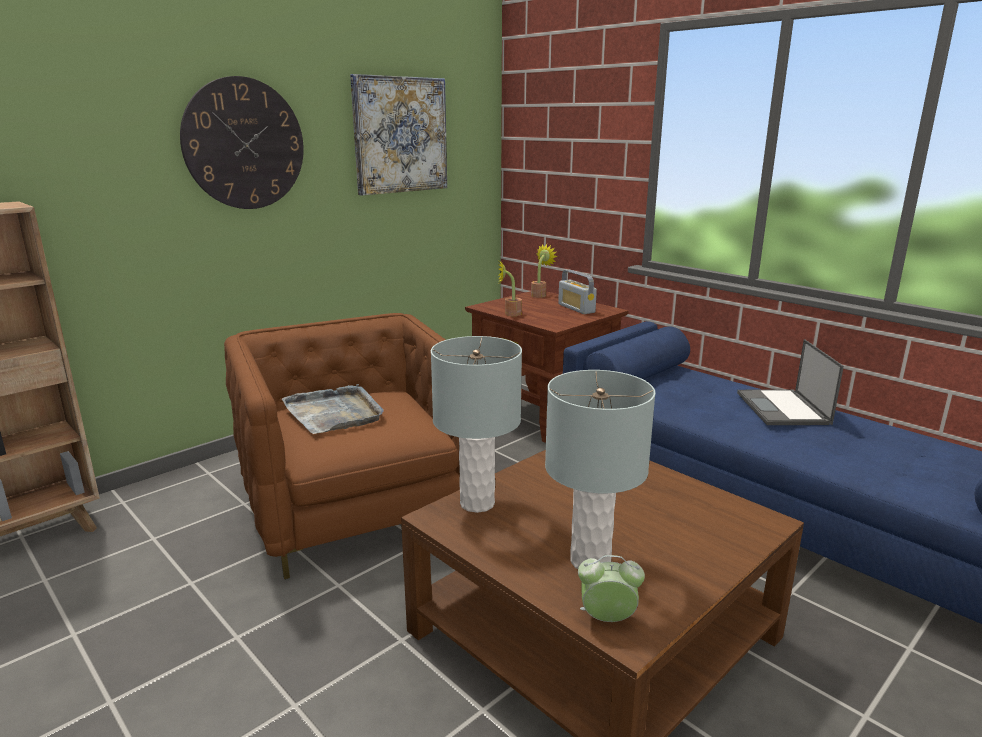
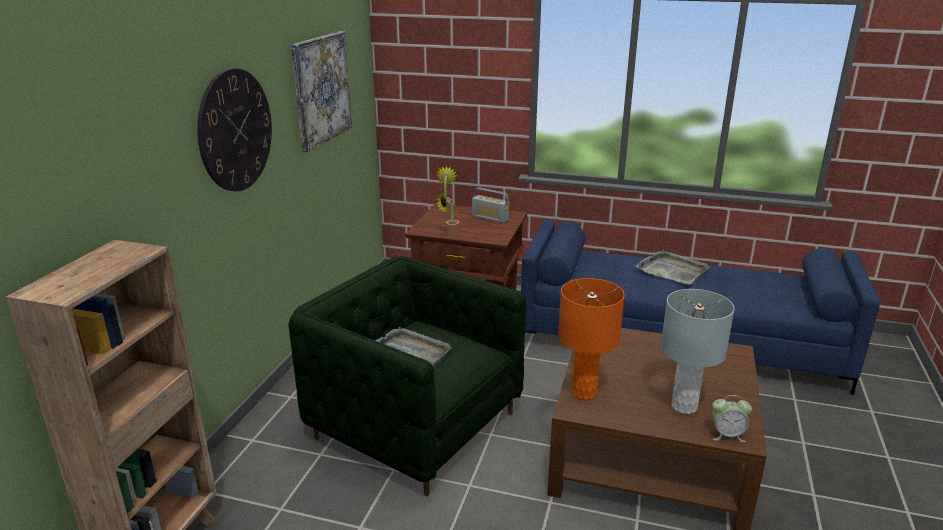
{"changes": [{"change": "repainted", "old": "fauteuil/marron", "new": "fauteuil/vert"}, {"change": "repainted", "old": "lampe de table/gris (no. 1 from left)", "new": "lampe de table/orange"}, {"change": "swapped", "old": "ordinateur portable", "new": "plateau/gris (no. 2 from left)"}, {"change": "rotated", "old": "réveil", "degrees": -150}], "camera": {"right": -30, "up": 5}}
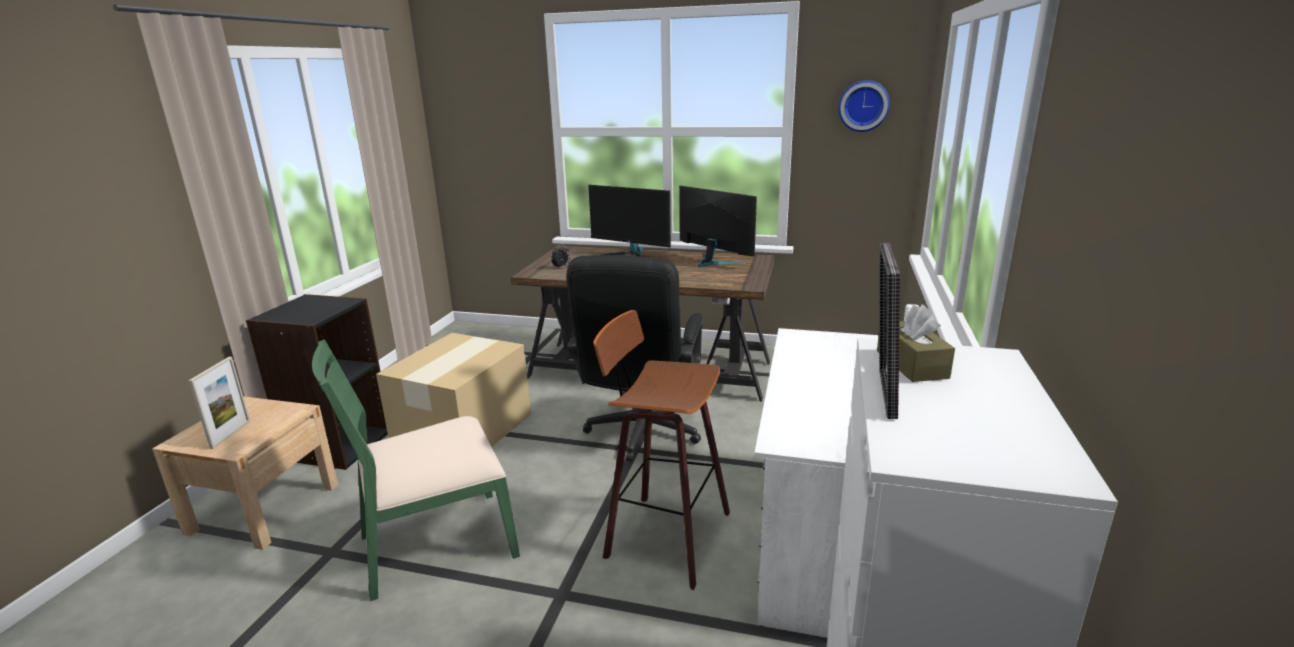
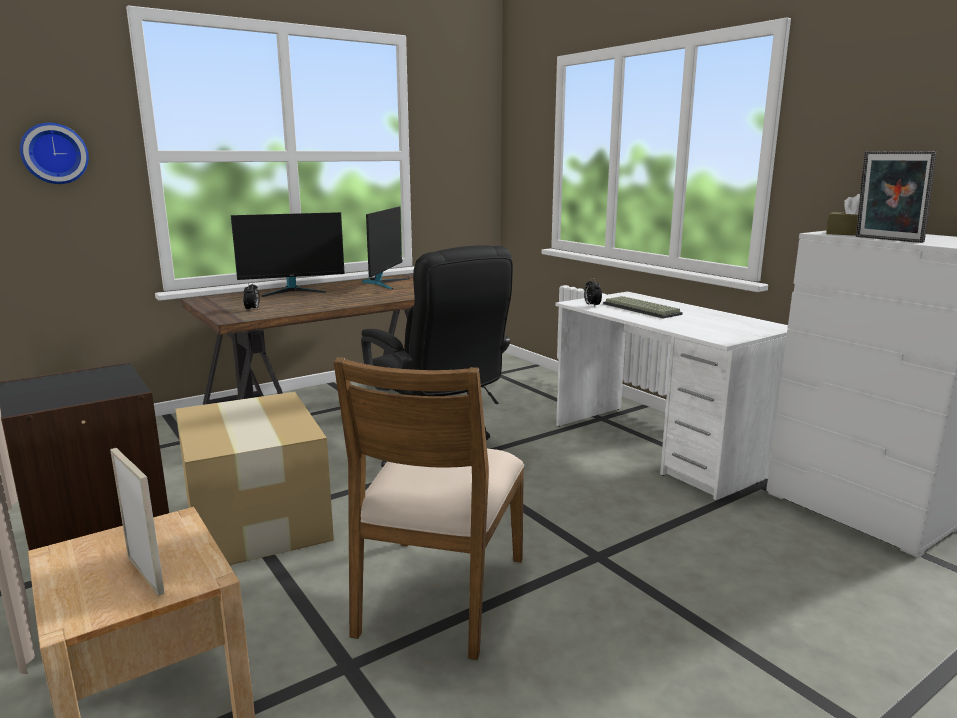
{"changes": [{"change": "shifted", "old": "horloge murale"}, {"change": "rotated", "old": "écran d'ordinateur (no. 2 from left)", "degrees": 105}, {"change": "gone", "old": "tabouret"}, {"change": "repainted", "old": "chaise/vert", "new": "chaise/marron"}, {"change": "new", "new": "réveil (no. 2 from left)"}, {"change": "new", "new": "clavier"}], "camera": {"right": -50, "up": -5}}
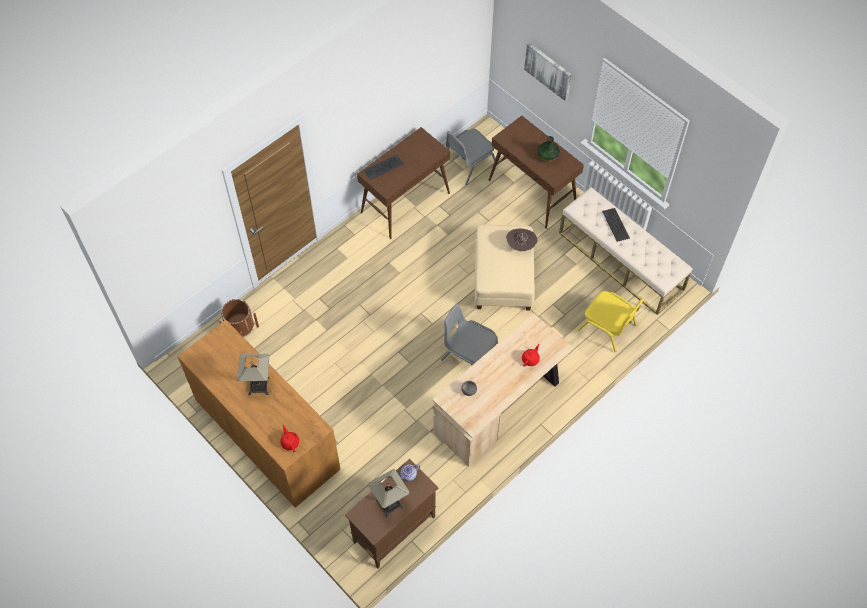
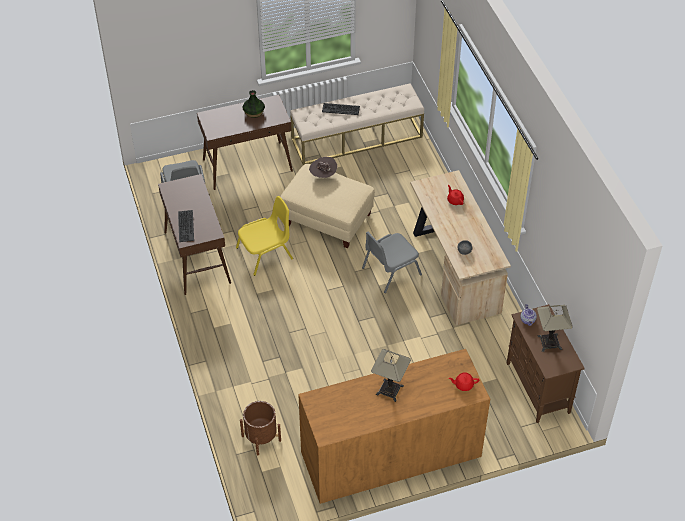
{"changes": [{"change": "gone", "old": "tableau"}, {"change": "shifted", "old": "chaise/jaune"}], "camera": {"right": -65, "up": -10}}
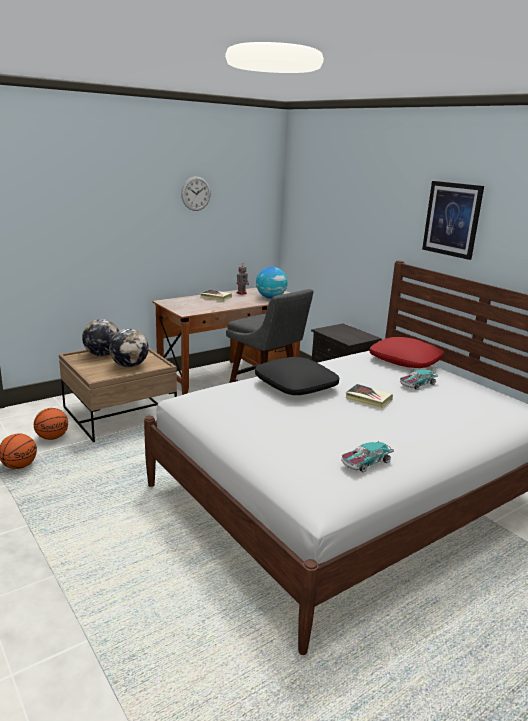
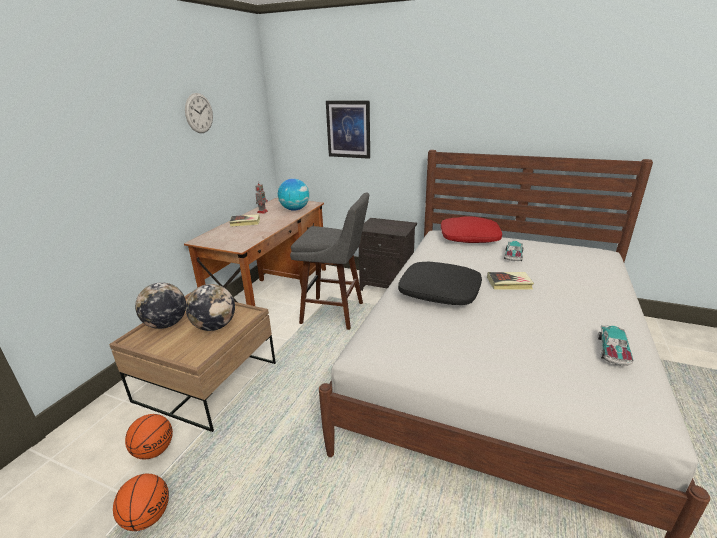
{"changes": [{"change": "shifted", "old": "tableau"}], "camera": {"right": -30, "up": 5}}
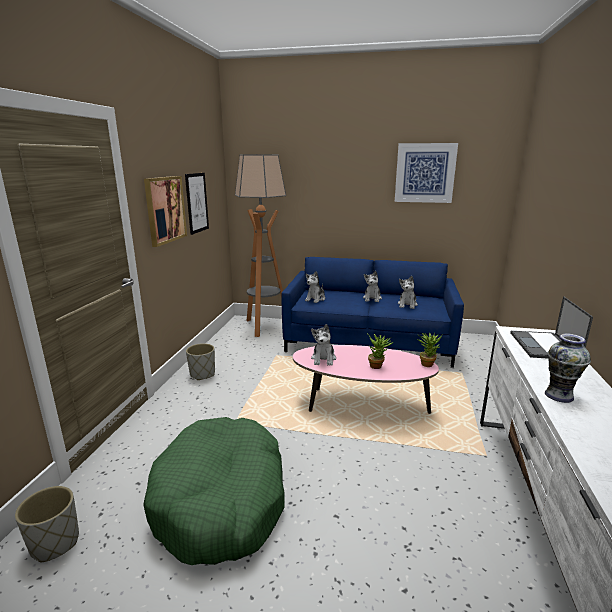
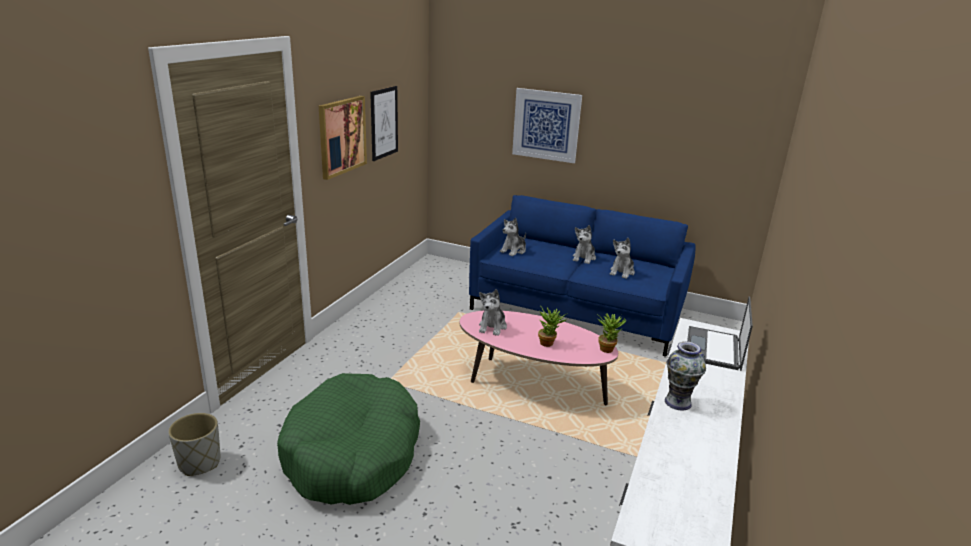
{"changes": [{"change": "shifted", "old": "tableau (no. 3 from left)"}, {"change": "gone", "old": "lampadaire"}, {"change": "gone", "old": "cache-pot/gris (no. 2 from left)"}], "camera": {"right": 10, "up": 5}}
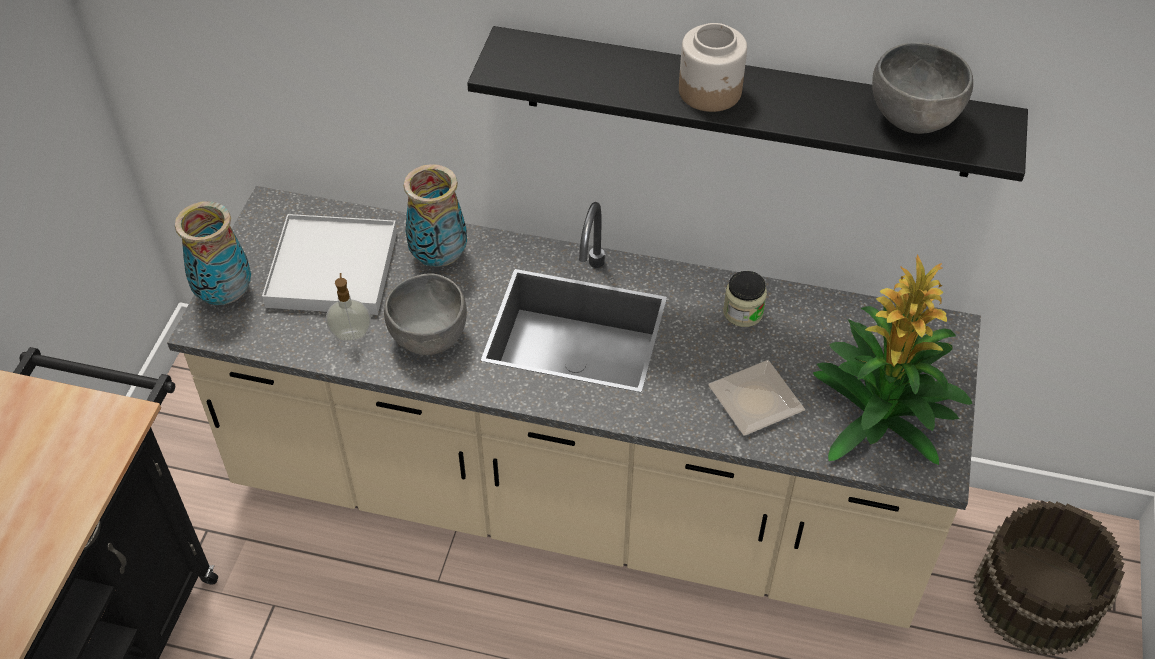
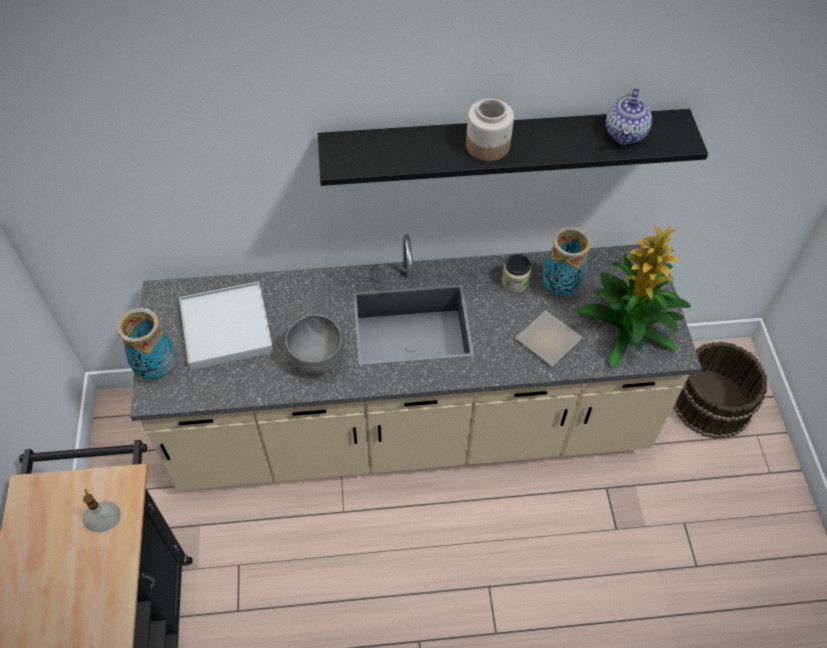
{"changes": [{"change": "swapped", "old": "bol/gris (no. 2 from left)", "new": "théière"}, {"change": "shifted", "old": "vase (no. 2 from left)"}, {"change": "shifted", "old": "distributeur de savon"}], "camera": {"right": -20, "up": 5}}
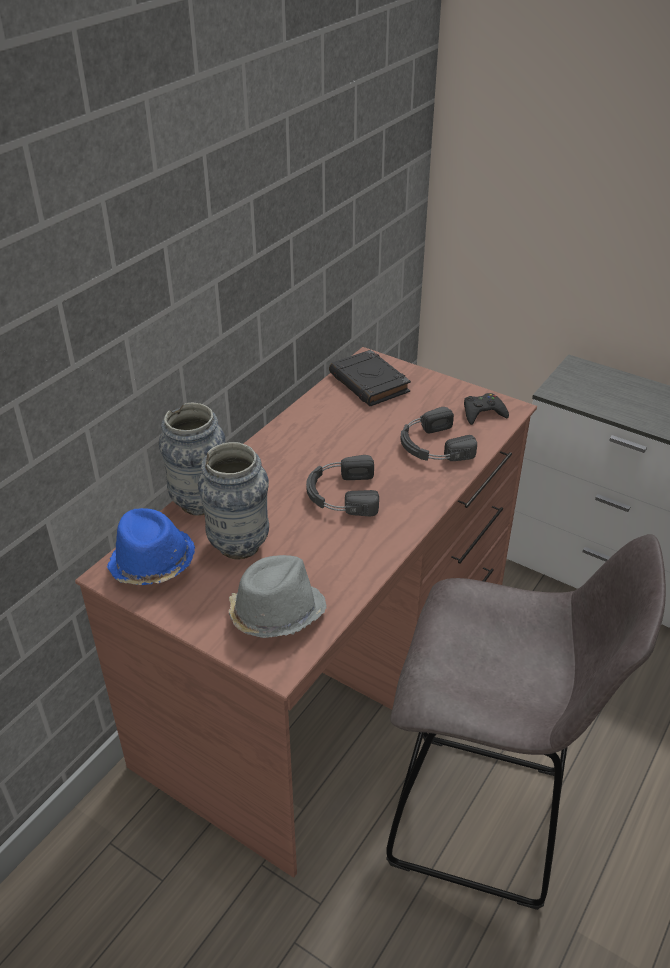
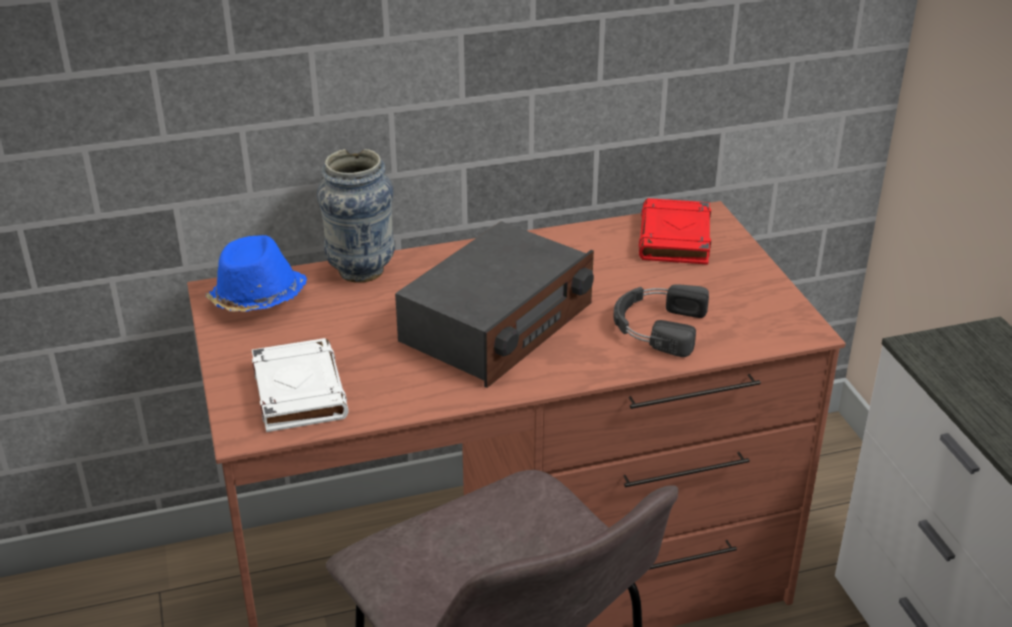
{"changes": [{"change": "repainted", "old": "livre/noir", "new": "livre/rouge"}, {"change": "gone", "old": "manette/noir"}, {"change": "gone", "old": "vase (no. 2 from left)"}, {"change": "swapped", "old": "casque audio/noir (no. 1 from left)", "new": "radio"}, {"change": "swapped", "old": "chapeau/gris", "new": "livre/blanc"}], "camera": {"right": 40, "up": -5}}
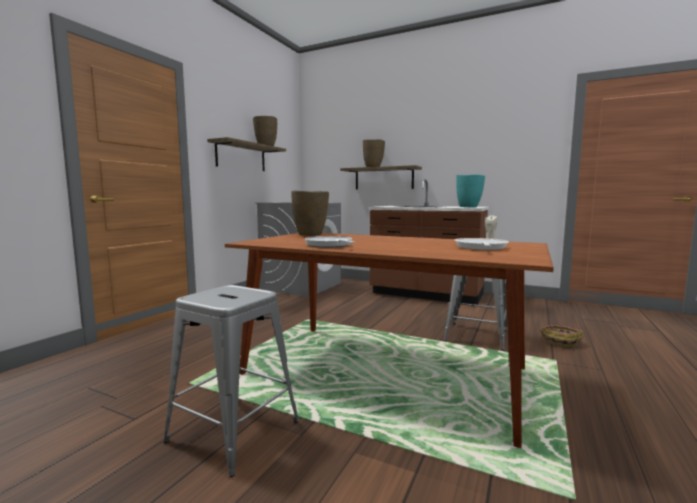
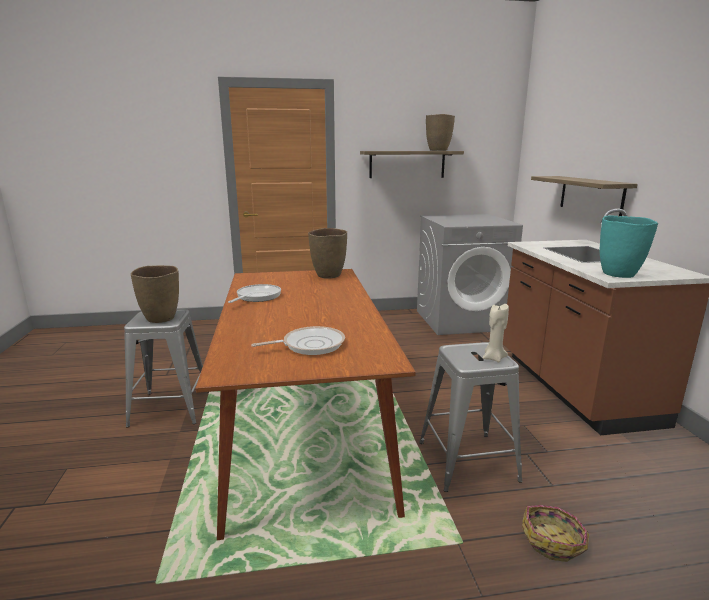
{"changes": [{"change": "shifted", "old": "vase/marron (no. 3 from left in the first image)", "new": "vase/marron (no. 1 from left)"}], "camera": {"right": 55, "up": 10}}
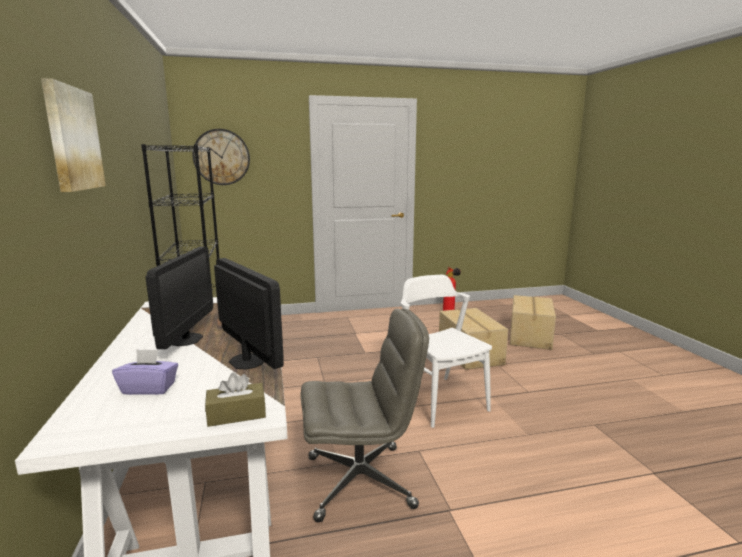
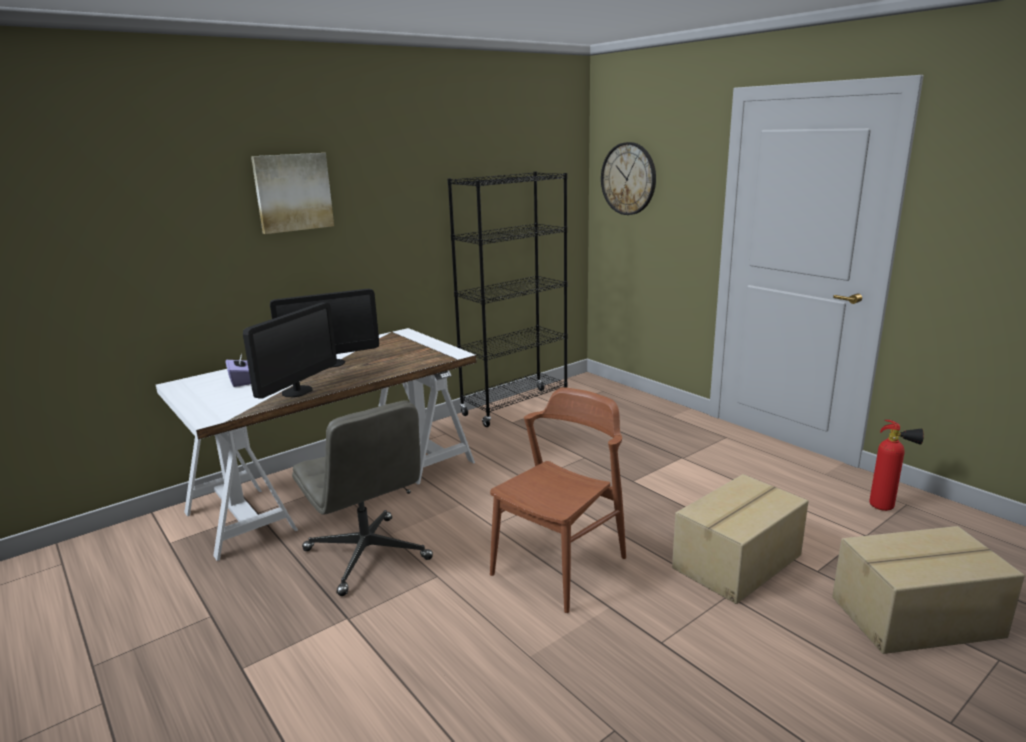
{"changes": [{"change": "repainted", "old": "chaise/blanc", "new": "chaise/marron"}, {"change": "gone", "old": "boîte à mouchoirs/marron"}], "camera": {"right": 65, "up": 5}}
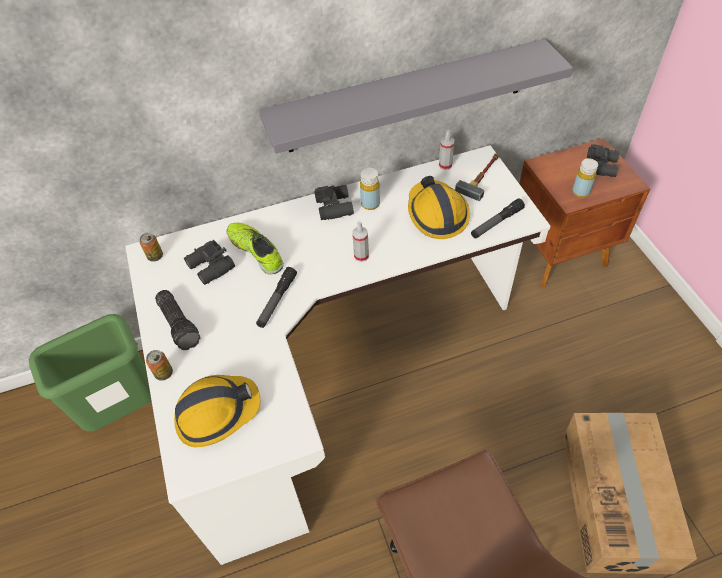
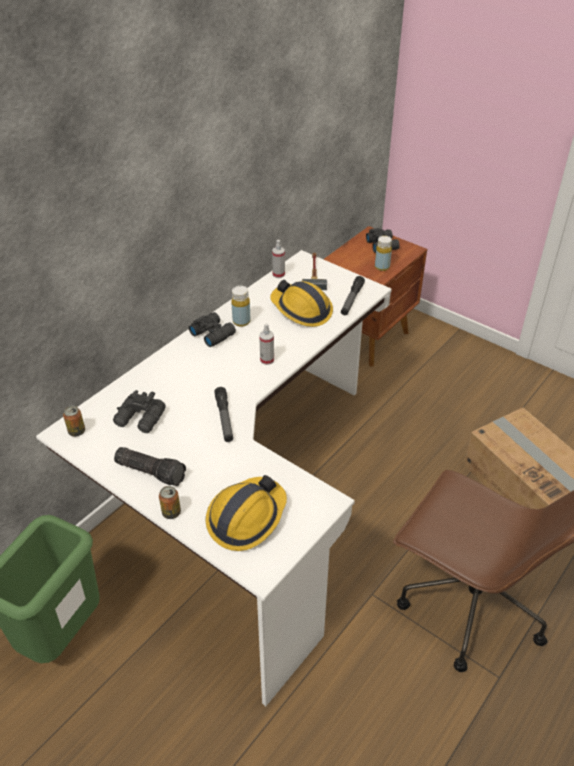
{"changes": [{"change": "gone", "old": "étagère/gris"}, {"change": "gone", "old": "chaussure"}], "camera": {"right": -35, "up": -10}}
